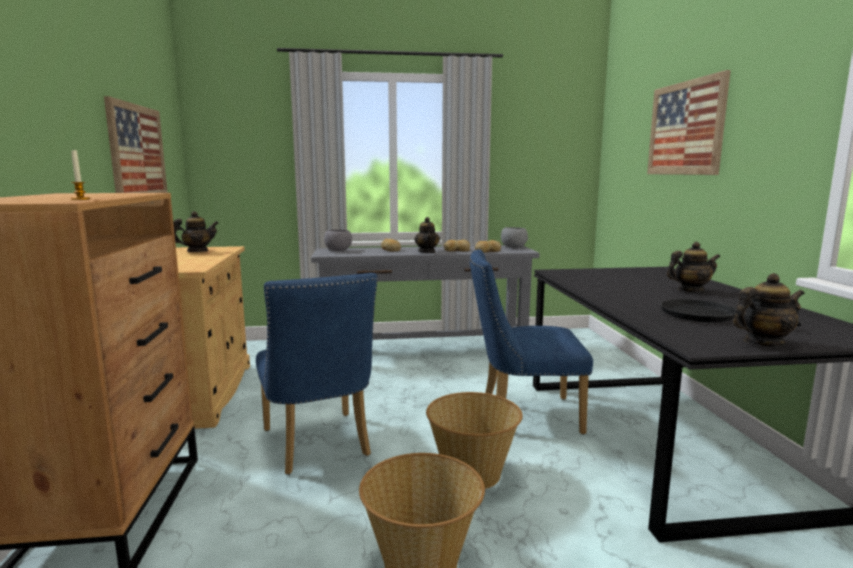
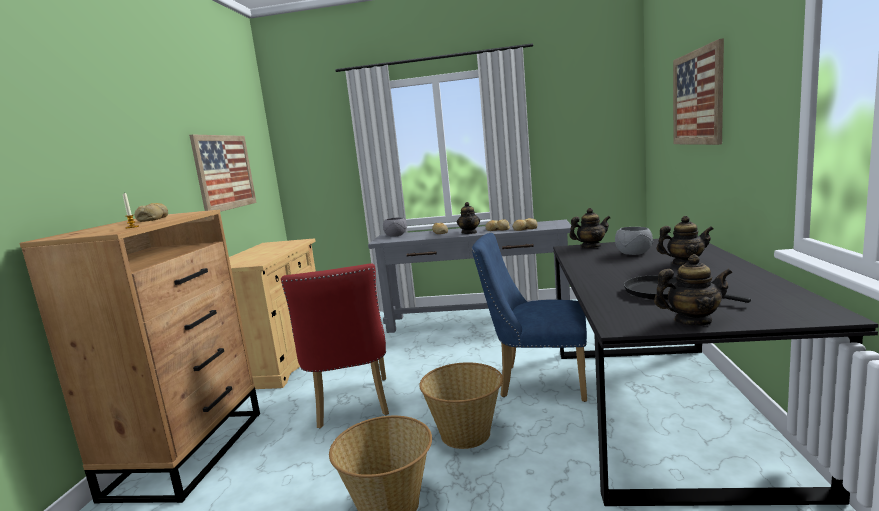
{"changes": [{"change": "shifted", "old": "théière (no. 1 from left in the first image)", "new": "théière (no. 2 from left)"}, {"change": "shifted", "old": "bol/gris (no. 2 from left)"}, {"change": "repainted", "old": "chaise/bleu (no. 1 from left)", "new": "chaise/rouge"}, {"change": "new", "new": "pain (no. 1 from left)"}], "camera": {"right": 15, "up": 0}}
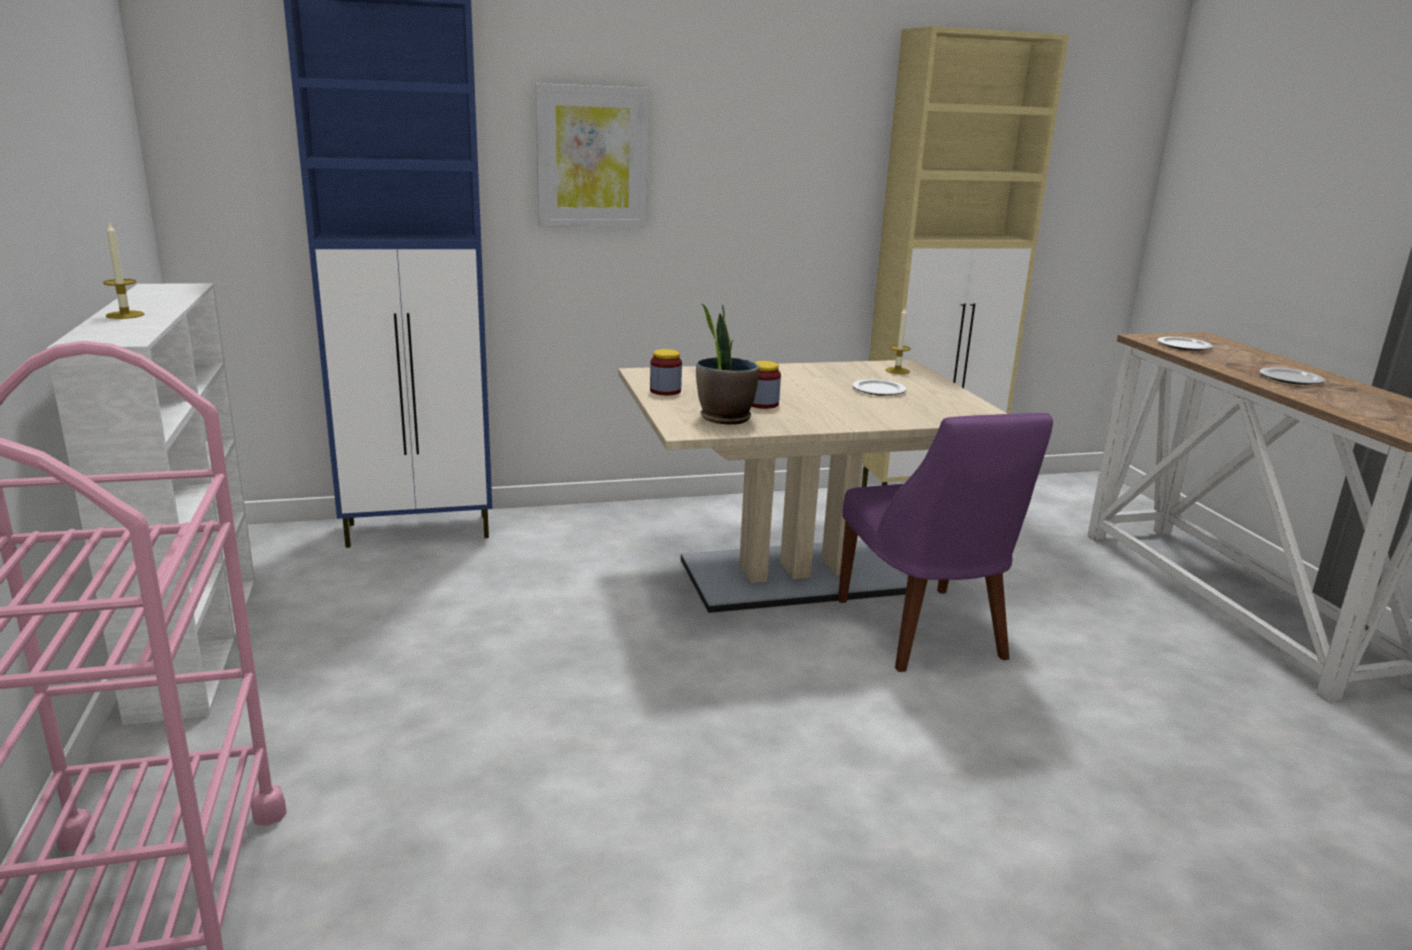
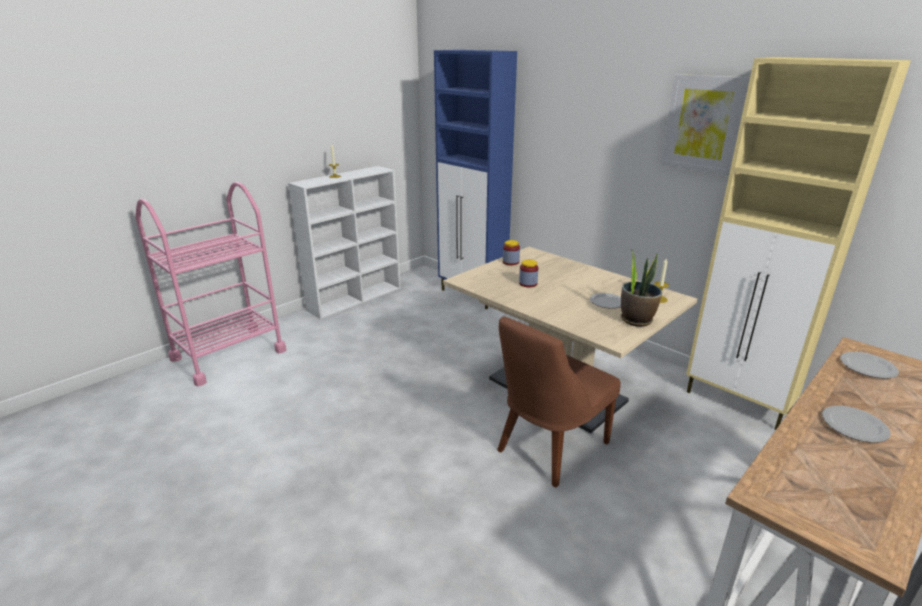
{"changes": [{"change": "shifted", "old": "tableau"}, {"change": "shifted", "old": "plante en pot"}, {"change": "repainted", "old": "chaise/violet", "new": "chaise/marron"}], "camera": {"right": 60, "up": 5}}
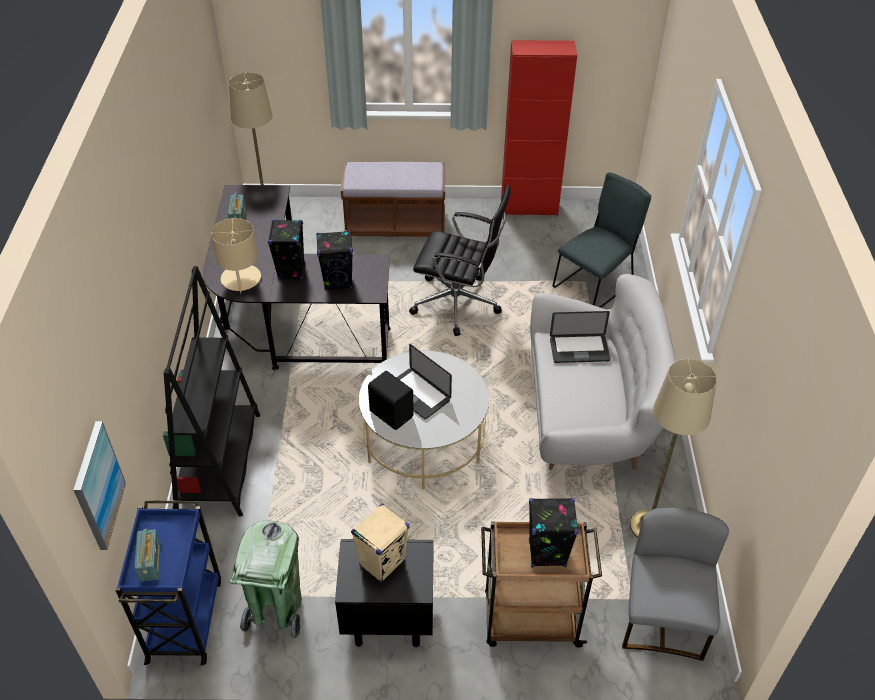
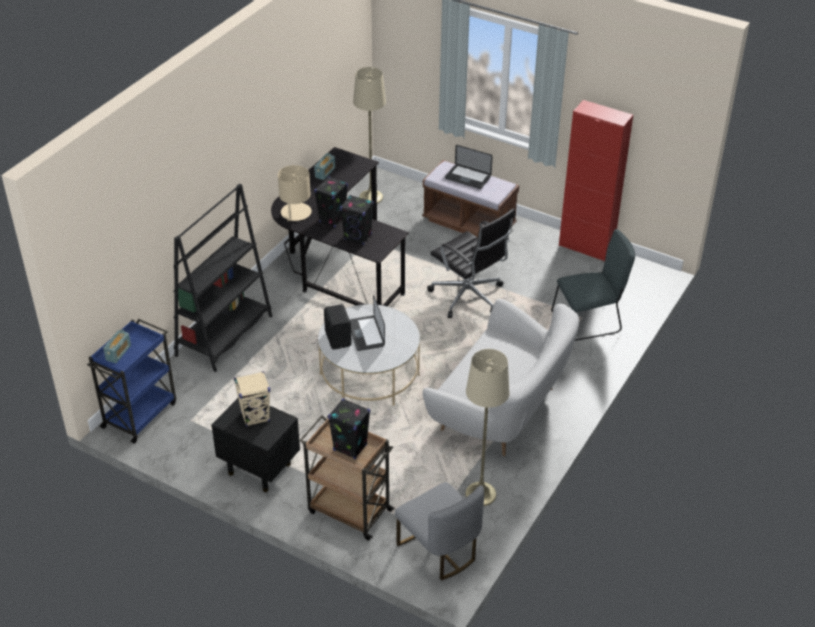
{"changes": [{"change": "shifted", "old": "ordinateur portable (no. 2 from left)"}, {"change": "gone", "old": "tableau"}, {"change": "rotated", "old": "chaise/gris (no. 2 from left in the first image)", "degrees": 105}, {"change": "gone", "old": "poubelle/vert"}], "camera": {"right": 30, "up": -5}}
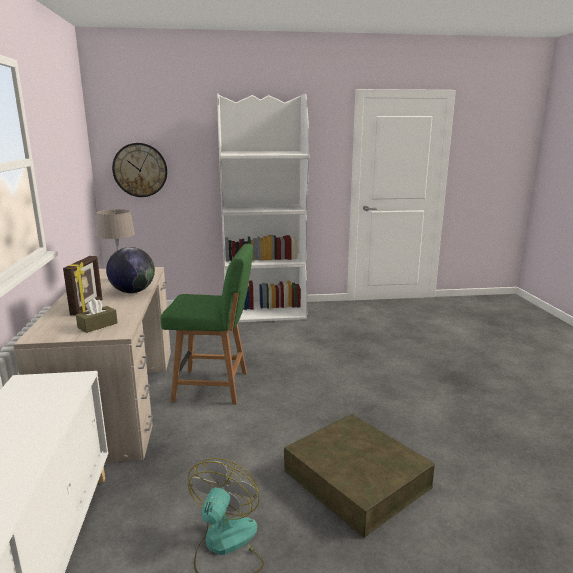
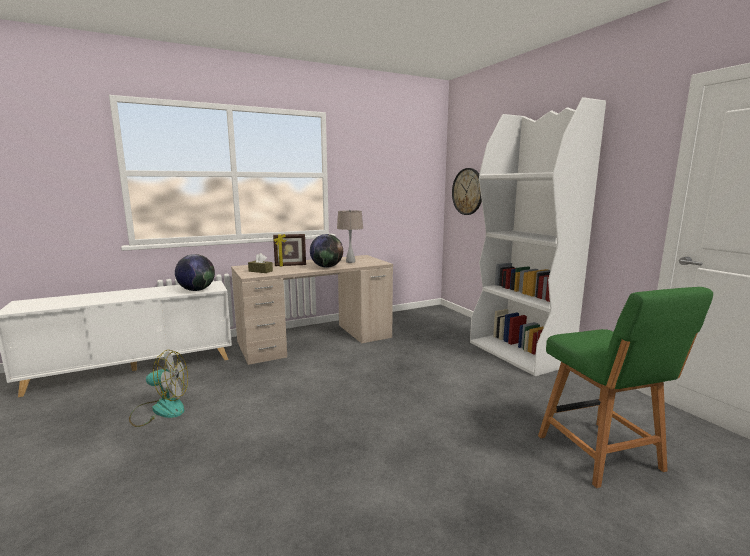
{"changes": [{"change": "shifted", "old": "chaise/vert"}, {"change": "gone", "old": "boîte de rangement/marron"}, {"change": "new", "new": "globe (no. 1 from left)"}], "camera": {"right": 70, "up": -5}}
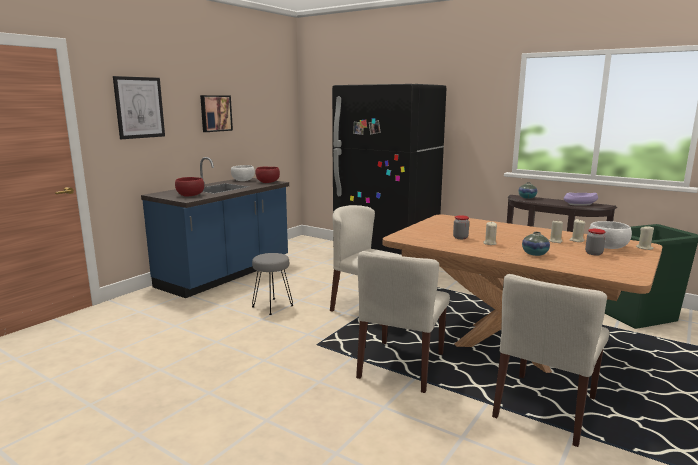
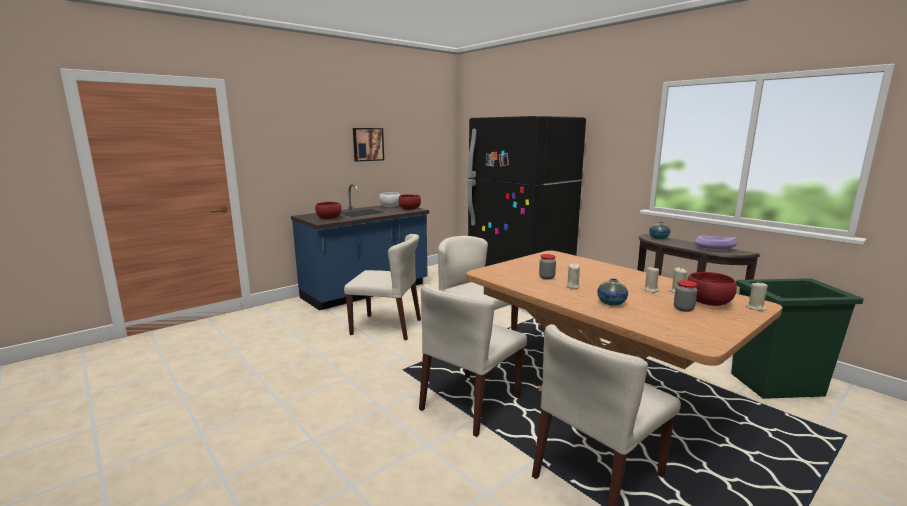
{"changes": [{"change": "gone", "old": "tableau (no. 1 from left)"}, {"change": "repainted", "old": "bol/blanc (no. 2 from left)", "new": "bol/rouge (no. 3 from left)"}, {"change": "swapped", "old": "tabouret/gris", "new": "chaise/beige (no. 1 from left)"}], "camera": {"right": 15, "up": 0}}
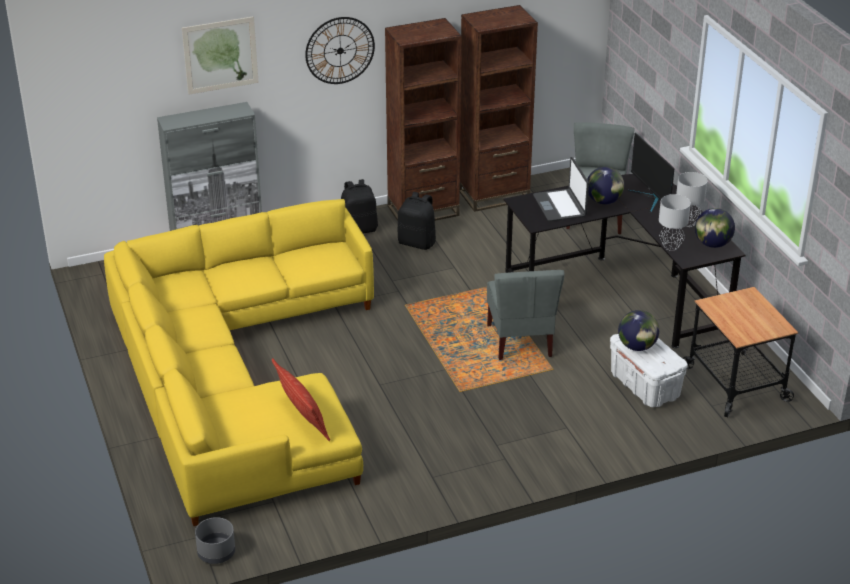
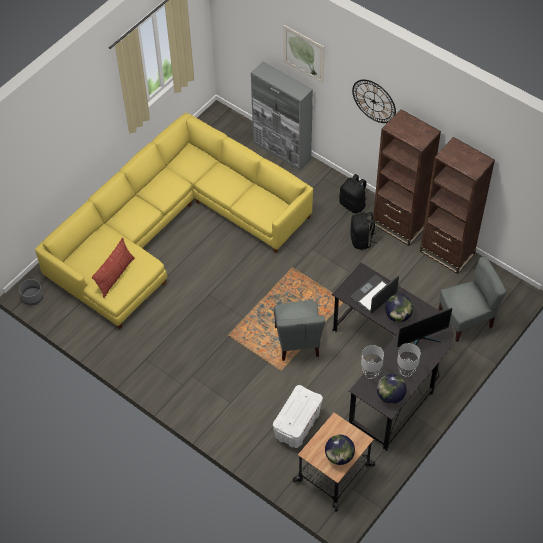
{"changes": [{"change": "rotated", "old": "écran d'ordinateur", "degrees": -150}, {"change": "rotated", "old": "chaise/gris (no. 1 from left)", "degrees": -60}, {"change": "shifted", "old": "globe (no. 2 from left in the first image)", "new": "globe (no. 1 from left)"}], "camera": {"right": 60, "up": 20}}
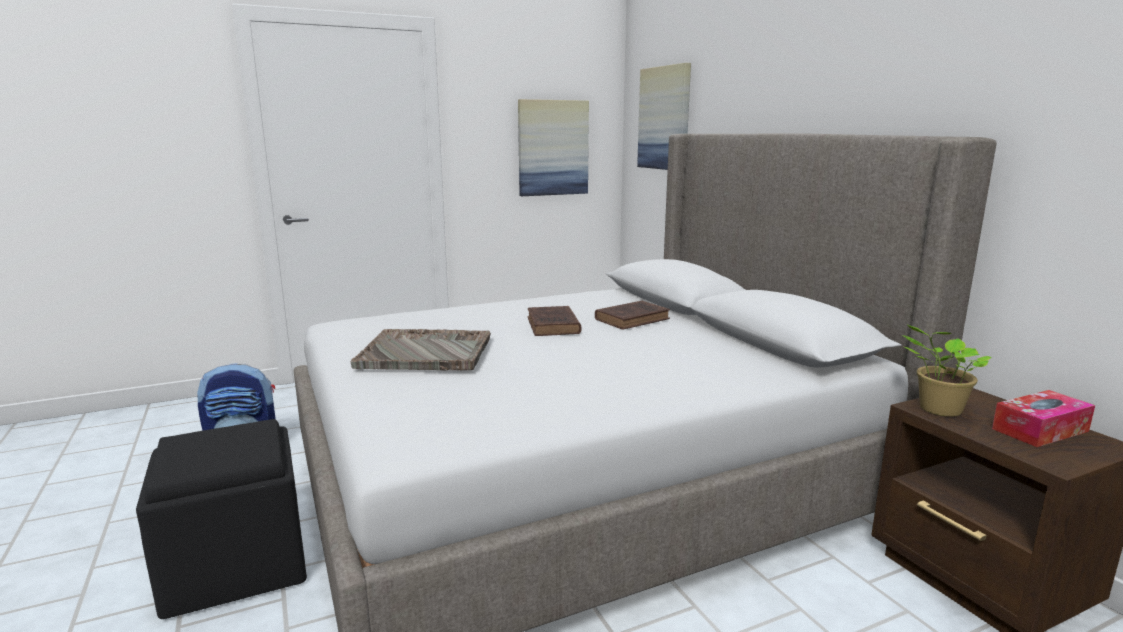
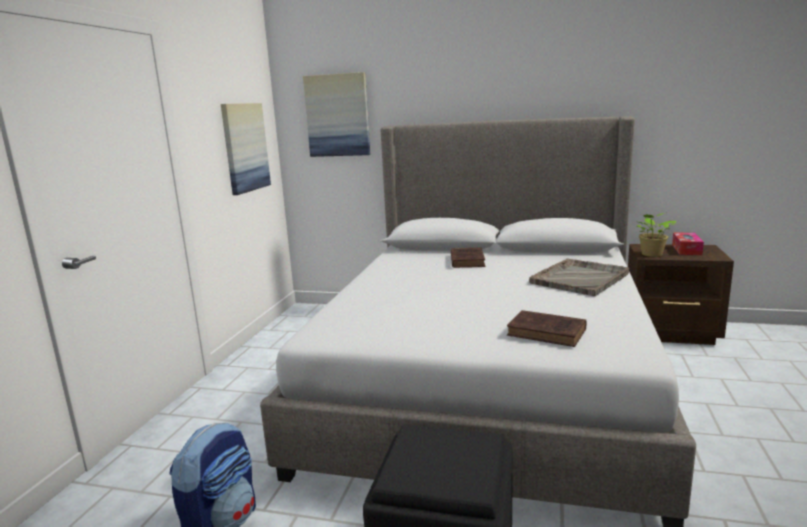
{"changes": [{"change": "shifted", "old": "livre/marron (no. 1 from left in the first image)", "new": "livre/marron (no. 2 from left)"}, {"change": "shifted", "old": "plateau/gris"}], "camera": {"right": -50, "up": 0}}
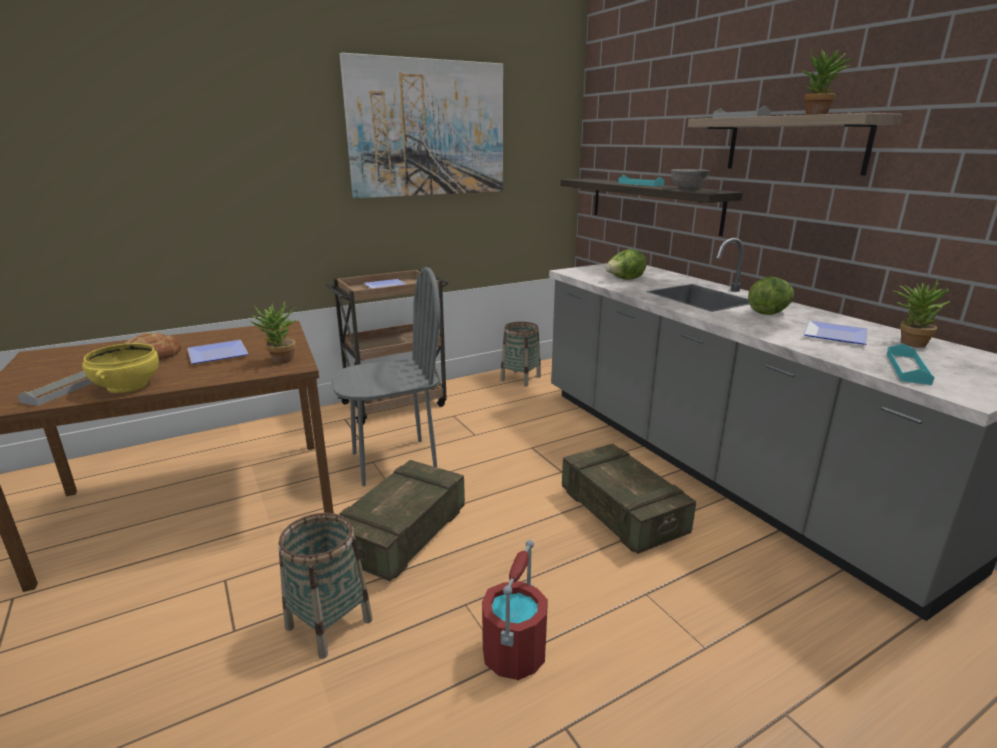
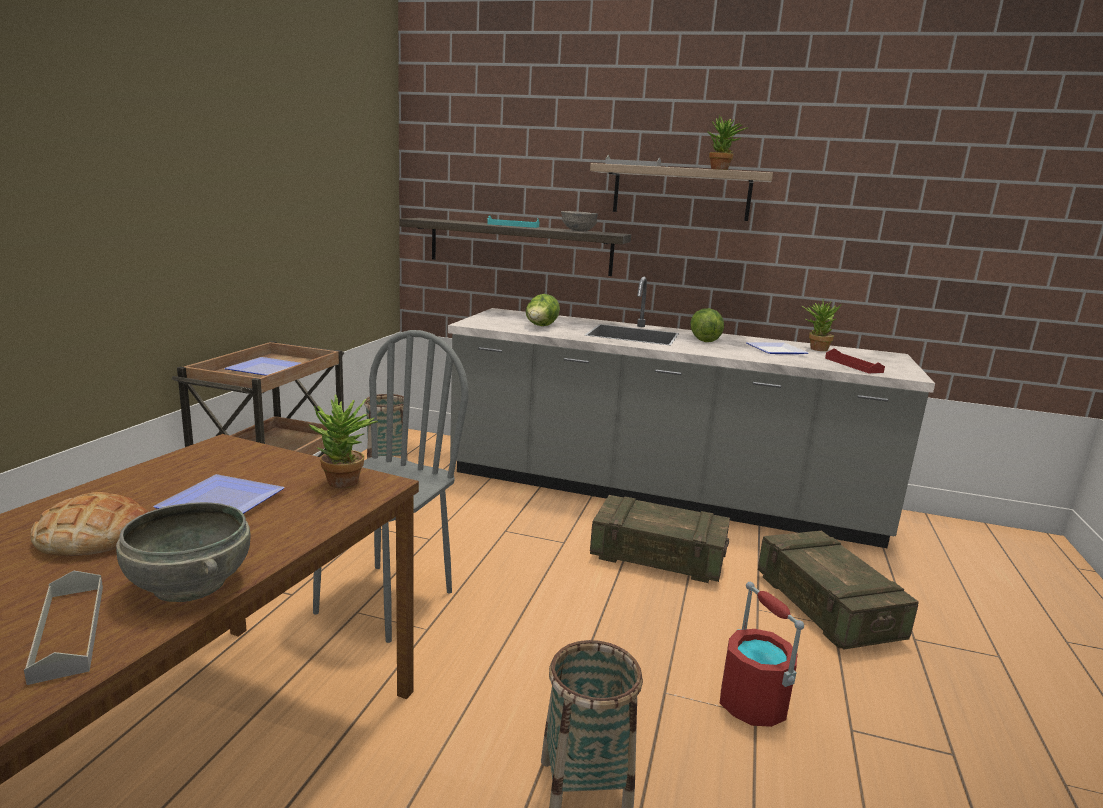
{"changes": [{"change": "gone", "old": "tableau"}, {"change": "repainted", "old": "bol/jaune", "new": "bol/gris (no. 1 from left)"}, {"change": "repainted", "old": "plateau/turquoise (no. 2 from left)", "new": "plateau/rouge"}, {"change": "shifted", "old": "caisse (no. 1 from left in the first image)", "new": "caisse (no. 2 from left)"}], "camera": {"right": -45, "up": -5}}
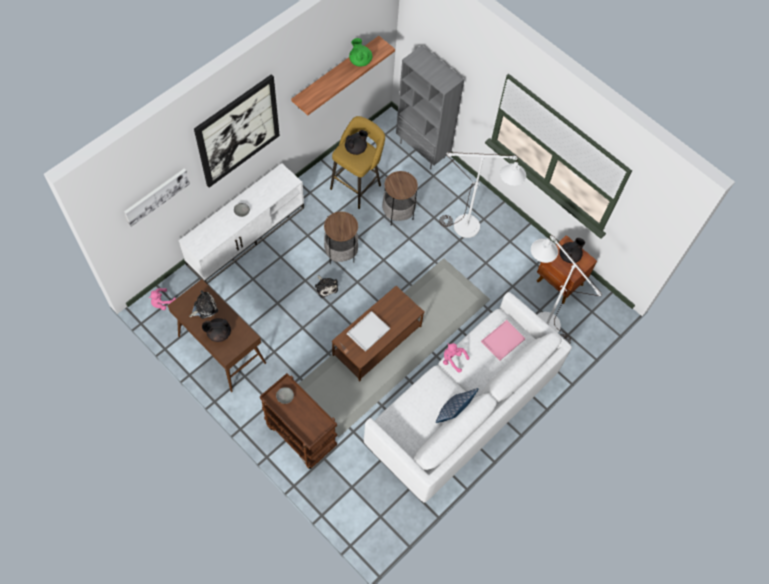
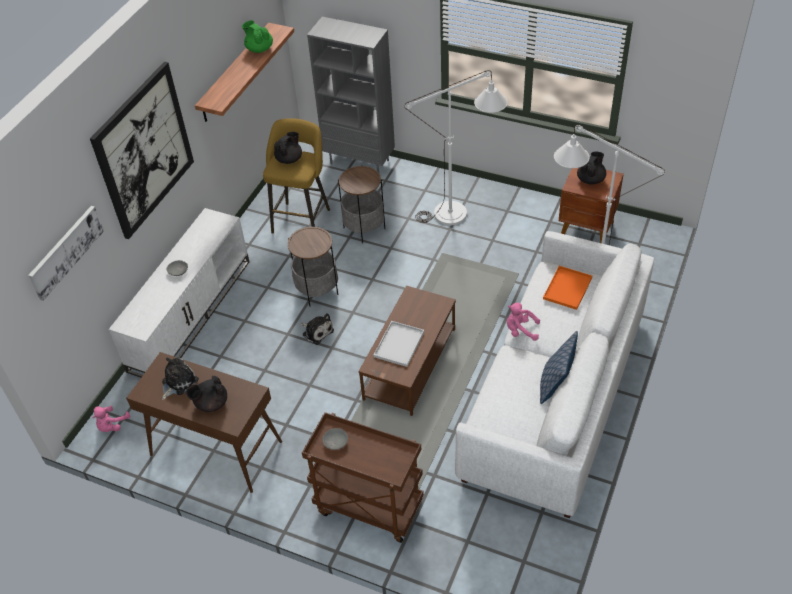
{"changes": [{"change": "repainted", "old": "plateau/rose", "new": "plateau/orange"}], "camera": {"right": -15, "up": -15}}
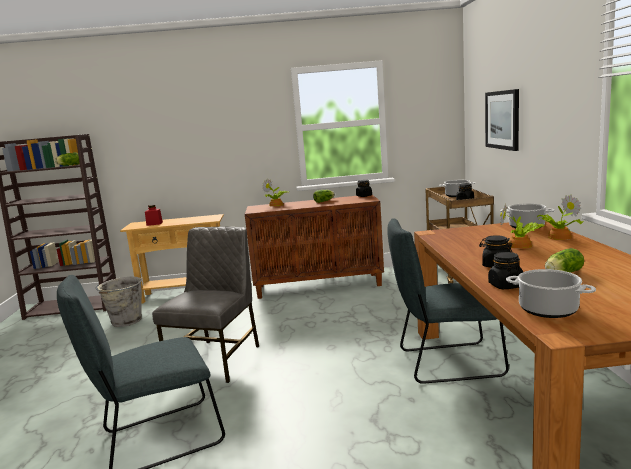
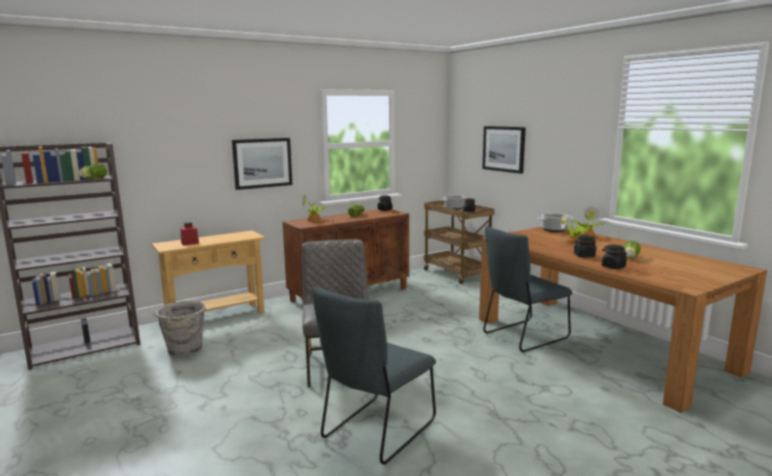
{"changes": [{"change": "gone", "old": "marmite (no. 3 from left)"}, {"change": "new", "new": "tableau (no. 1 from left)"}], "camera": {"right": -30, "up": 0}}
